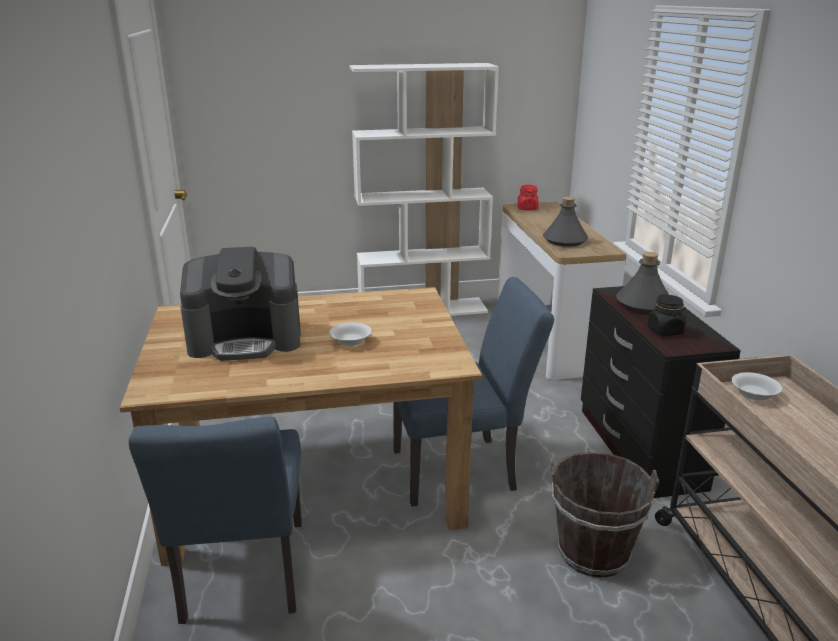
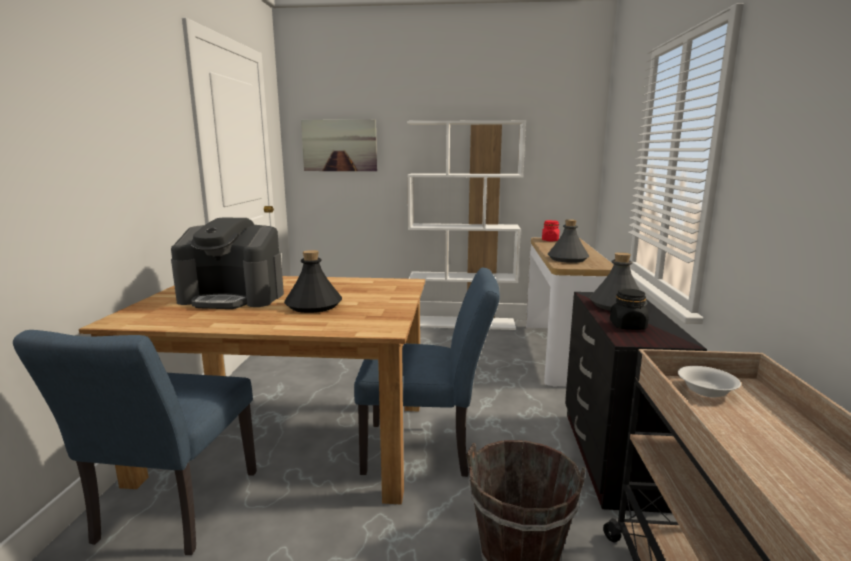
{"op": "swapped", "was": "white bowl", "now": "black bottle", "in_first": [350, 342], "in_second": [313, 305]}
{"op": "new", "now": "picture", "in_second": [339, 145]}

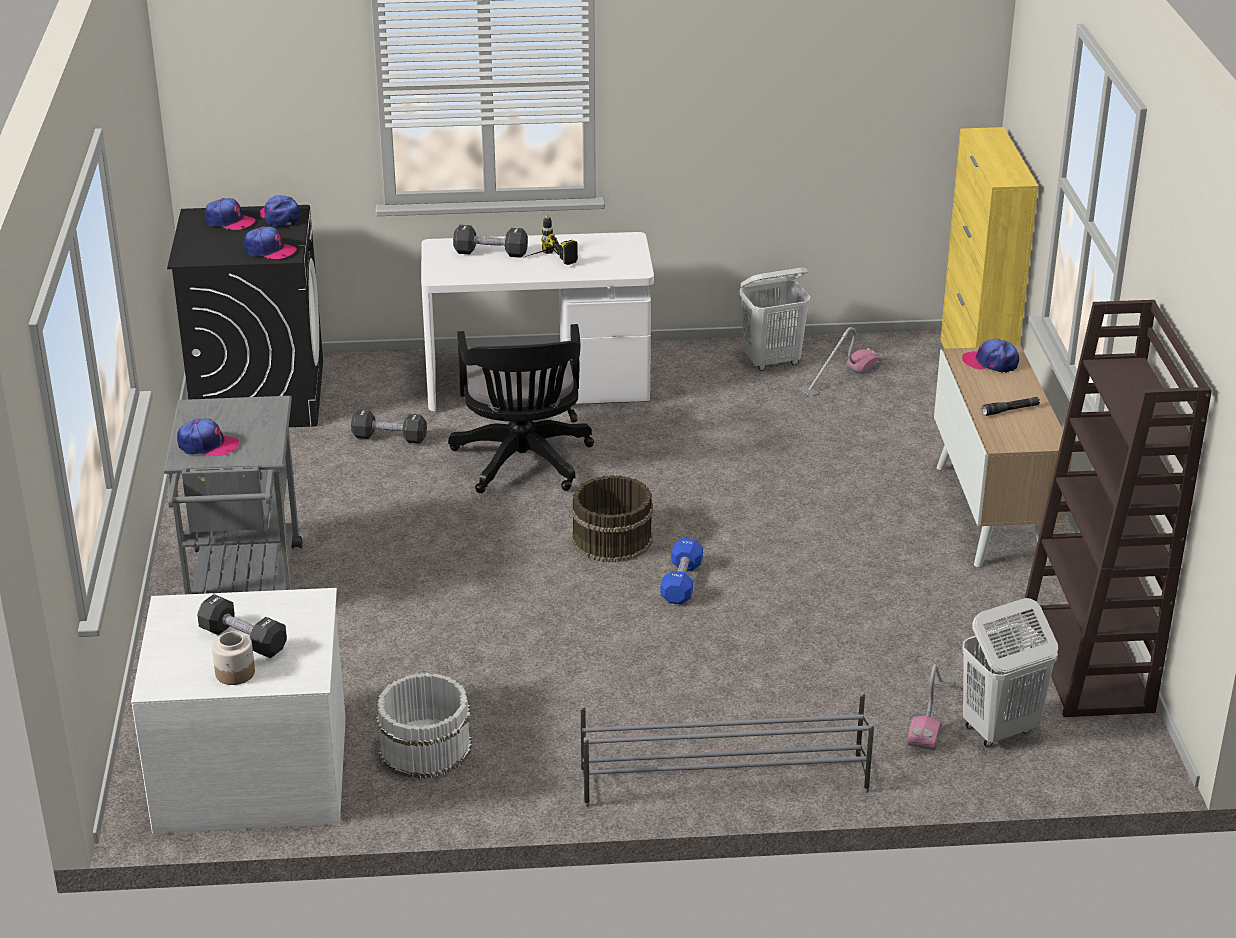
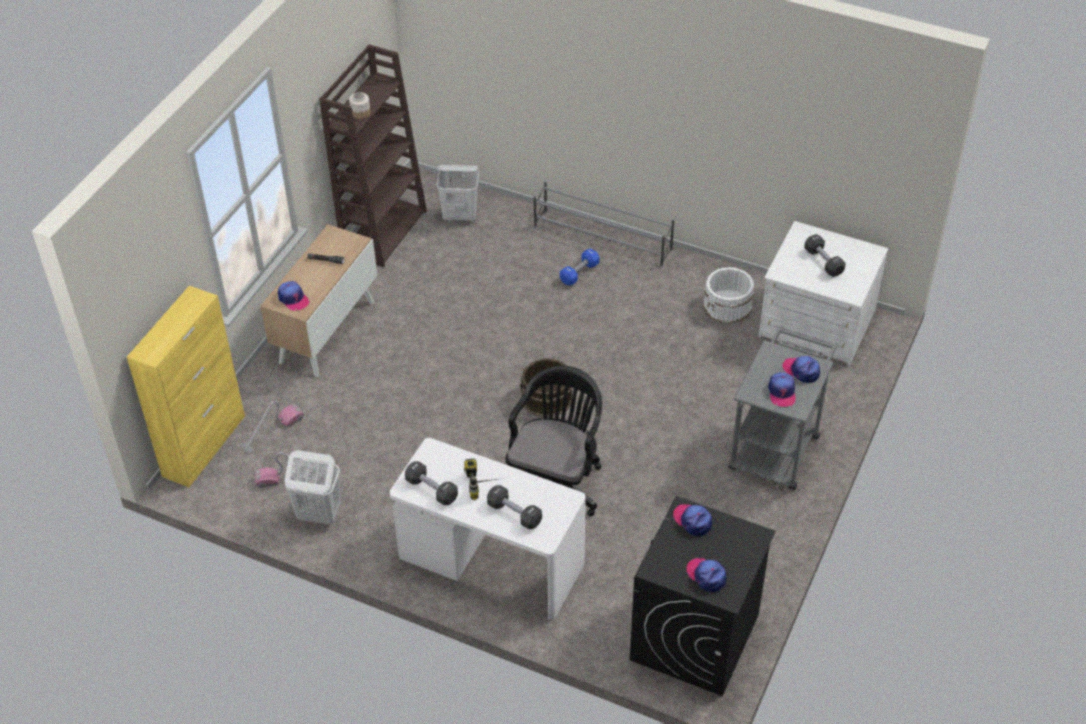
{"op": "shifted", "was": "vacuum cleaner", "in_first": [931, 715], "in_second": [272, 431]}
{"op": "shifted", "was": "jar", "in_first": [235, 673], "in_second": [360, 113]}
{"op": "shifted", "was": "black dumbbell", "in_first": [389, 438], "in_second": [431, 489]}
{"op": "shifted", "was": "blue dumbbell", "in_first": [681, 583], "in_second": [579, 273]}
{"op": "shifted", "was": "cap", "in_first": [280, 217], "in_second": [781, 392]}

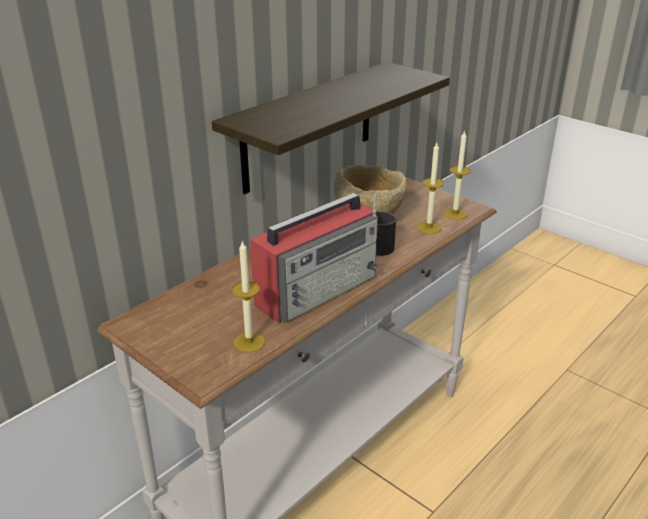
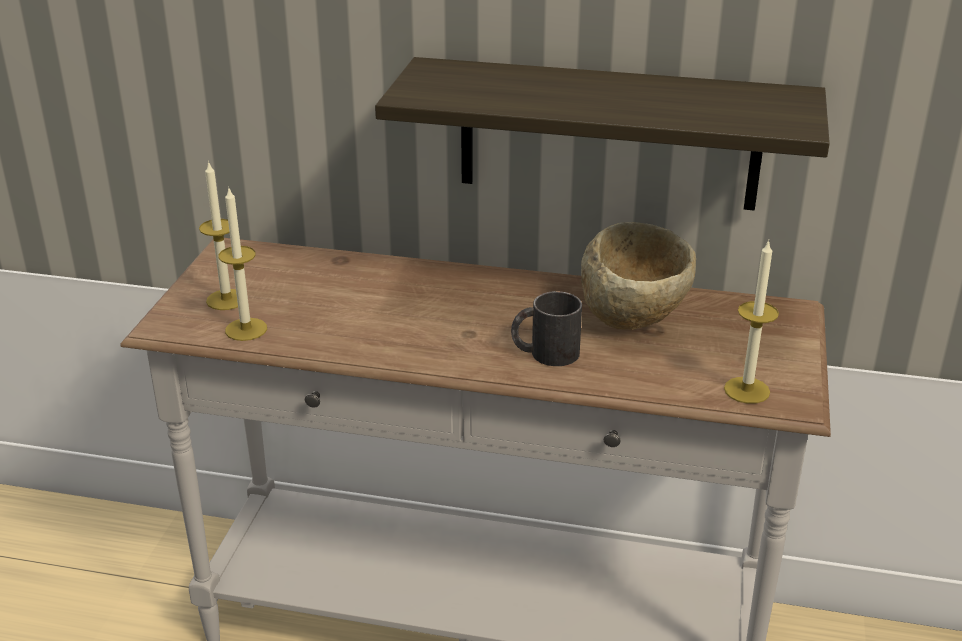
{"op": "shifted", "was": "candle", "in_first": [429, 227], "in_second": [226, 299]}
{"op": "gone", "was": "radio", "in_first": [318, 289]}

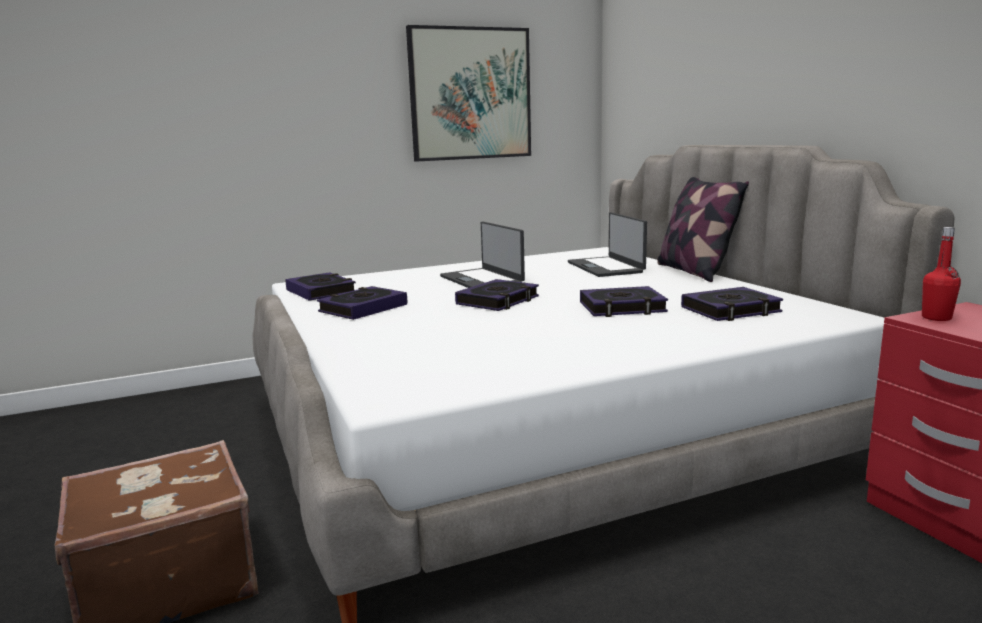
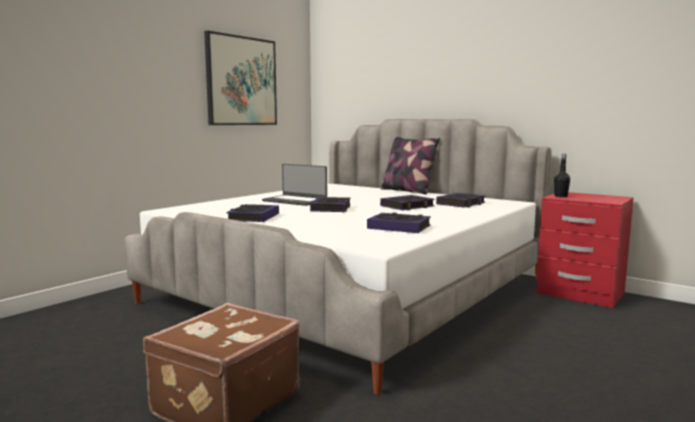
{"op": "shifted", "was": "book", "in_first": [321, 292], "in_second": [399, 227]}
{"op": "repainted", "was": "red bottle", "now": "black bottle", "in_first": [936, 318], "in_second": [561, 196]}
{"op": "gone", "was": "laptop", "in_first": [606, 267]}

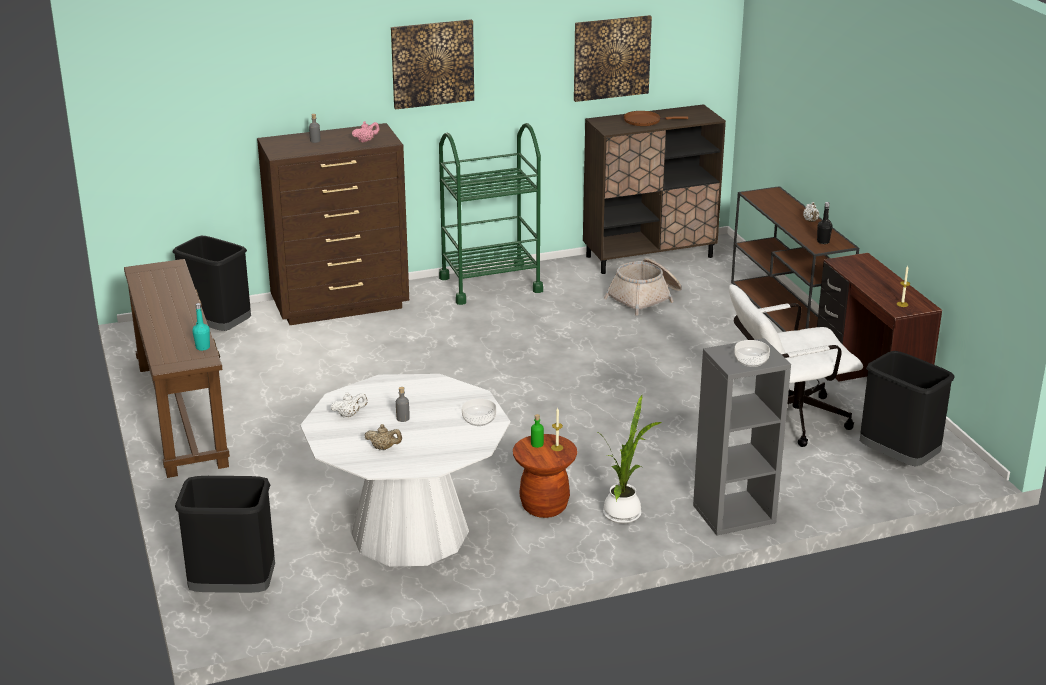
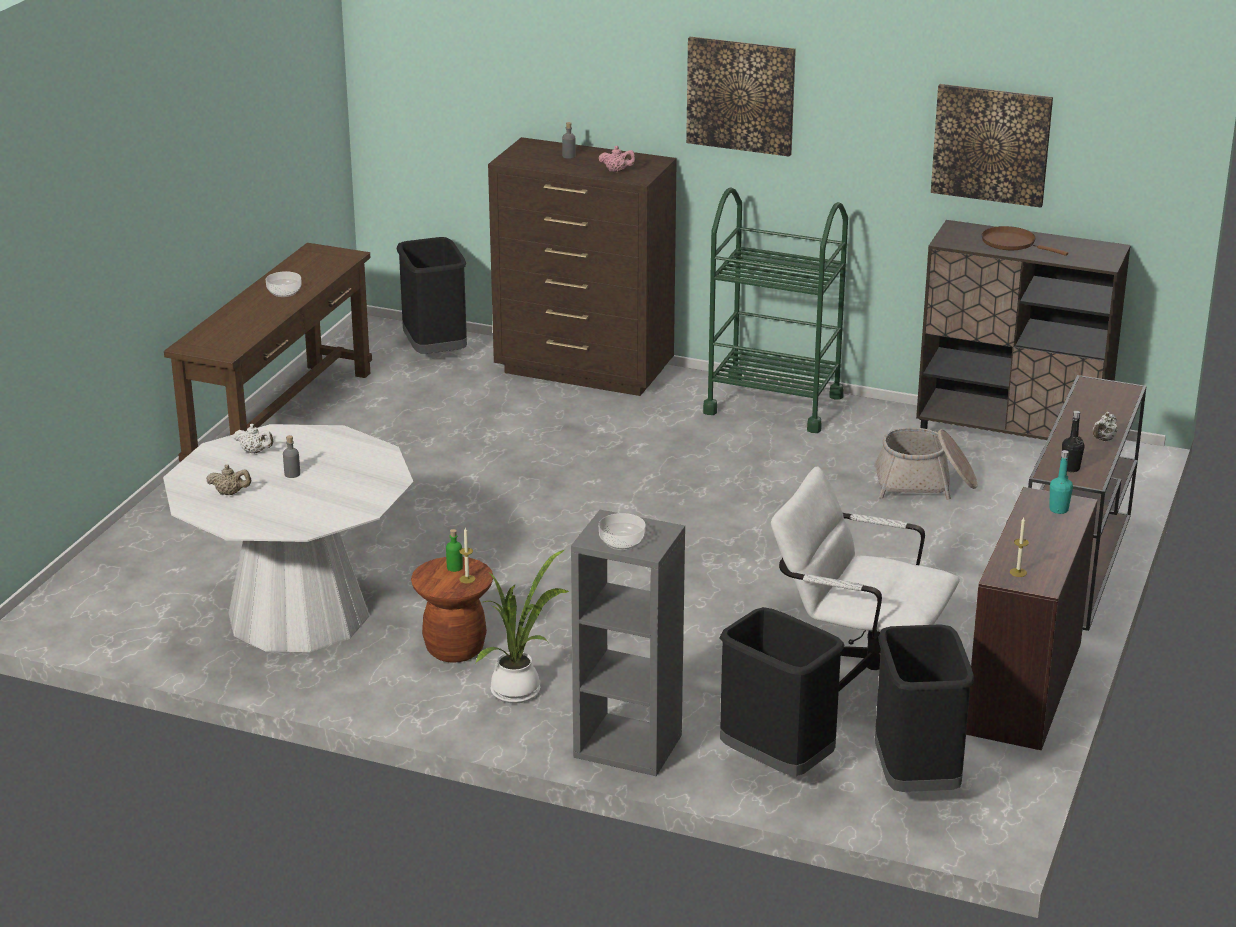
{"op": "rotated", "was": "beige teapot", "in_first": [384, 448], "in_second": [230, 493], "clockwise": -45}
{"op": "shifted", "was": "bowl", "in_first": [478, 420], "in_second": [284, 292]}
{"op": "shifted", "was": "black trash can", "in_first": [233, 590], "in_second": [775, 762]}
{"op": "shifted", "was": "turquoise bottle", "in_first": [203, 347], "in_second": [1058, 509]}

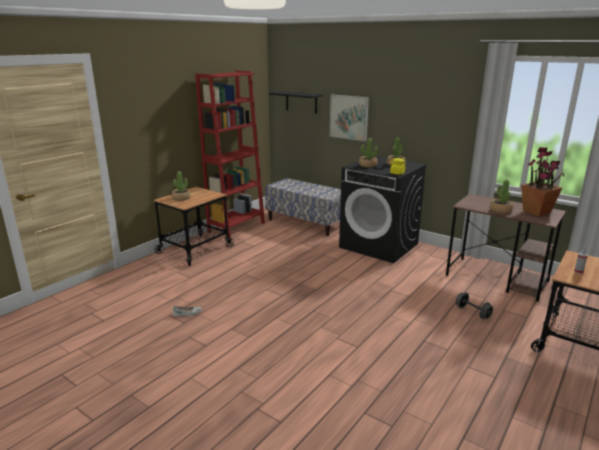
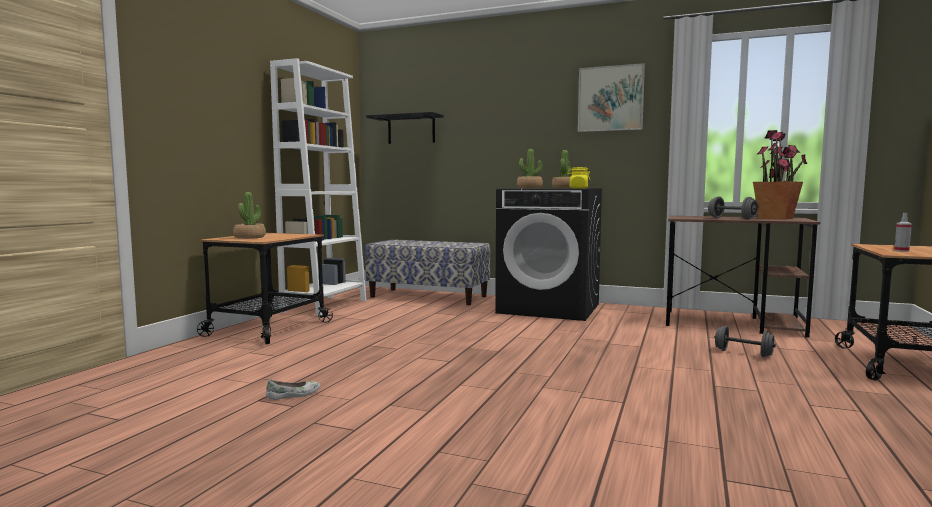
{"op": "repainted", "was": "red bookcase", "now": "white bookcase", "in_first": [236, 227], "in_second": [325, 306]}
{"op": "shifted", "was": "picture", "in_first": [349, 117], "in_second": [610, 98]}
{"op": "swapped", "was": "potted plant", "now": "grey dumbbell", "in_first": [500, 210], "in_second": [732, 218]}

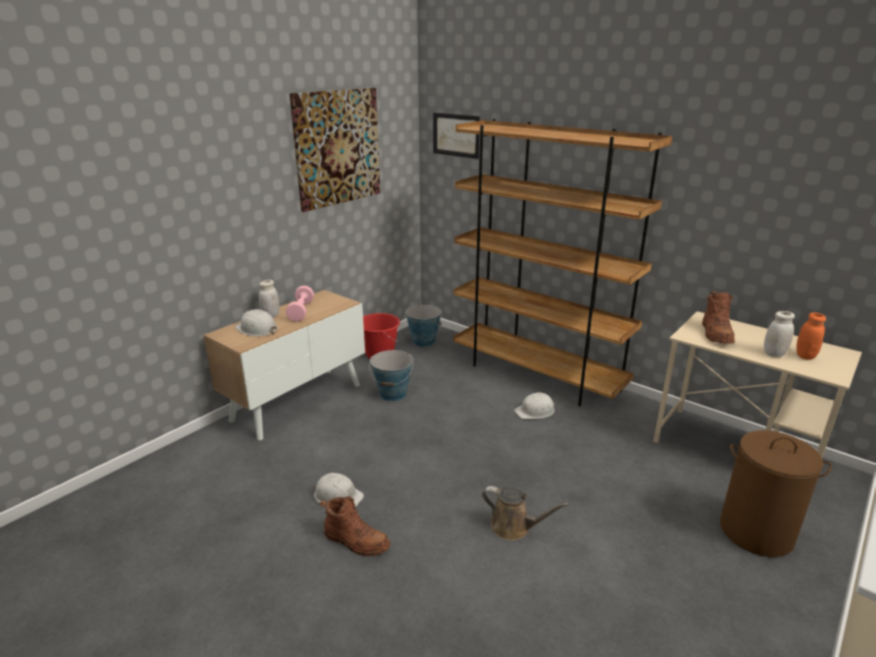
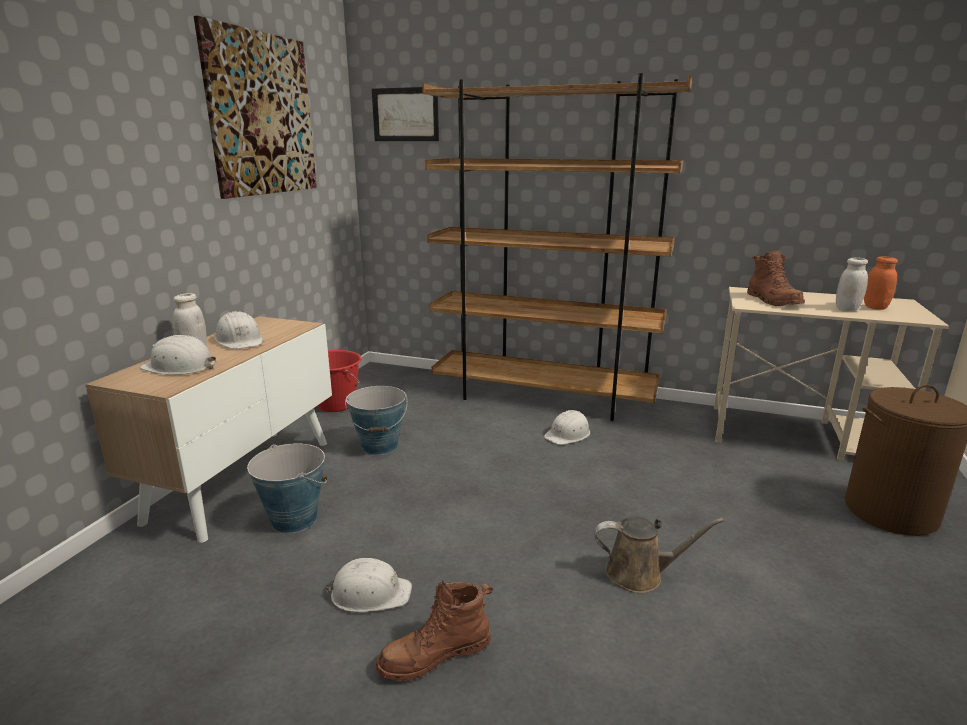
{"op": "swapped", "was": "pink dumbbell", "now": "white hard hat", "in_first": [301, 311], "in_second": [240, 340]}
{"op": "shifted", "was": "bucket", "in_first": [423, 342], "in_second": [294, 519]}
{"op": "rotated", "was": "brown boot", "in_first": [356, 541], "in_second": [435, 655], "clockwise": 150}

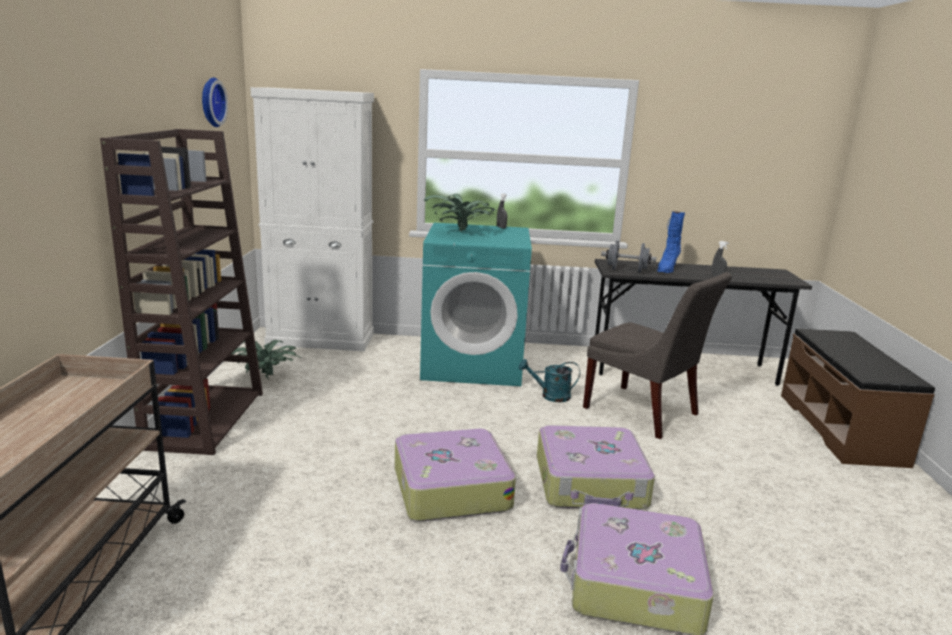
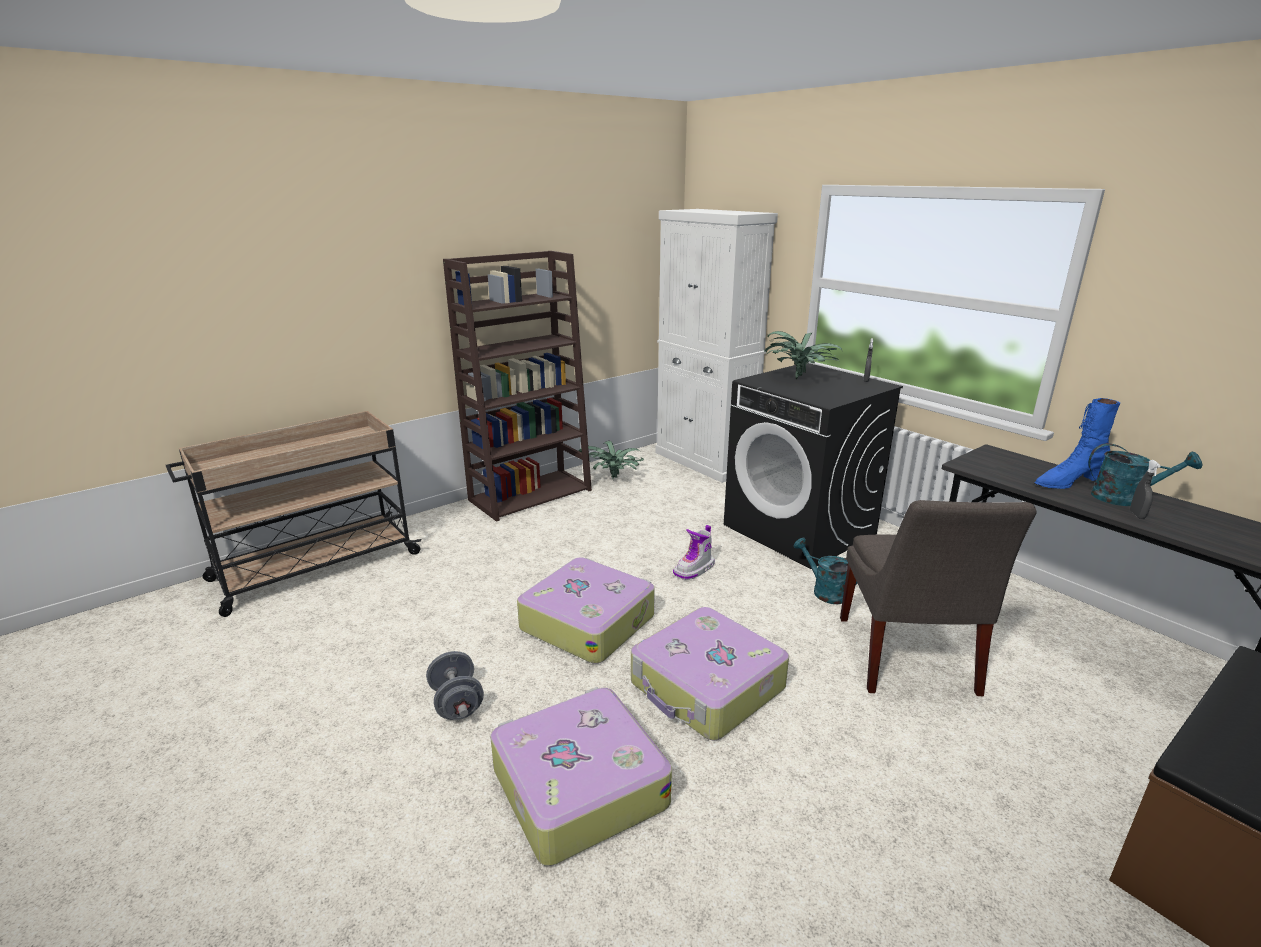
{"op": "shifted", "was": "grey dumbbell", "in_first": [626, 270], "in_second": [457, 703]}
{"op": "new", "now": "boot", "in_second": [694, 569]}
{"op": "repainted", "was": "turquoise washing machine", "now": "black washing machine", "in_first": [473, 365], "in_second": [800, 530]}
{"op": "new", "now": "turquoise watering can", "in_second": [1125, 498]}
{"op": "gone", "was": "wall clock", "in_first": [210, 102]}

